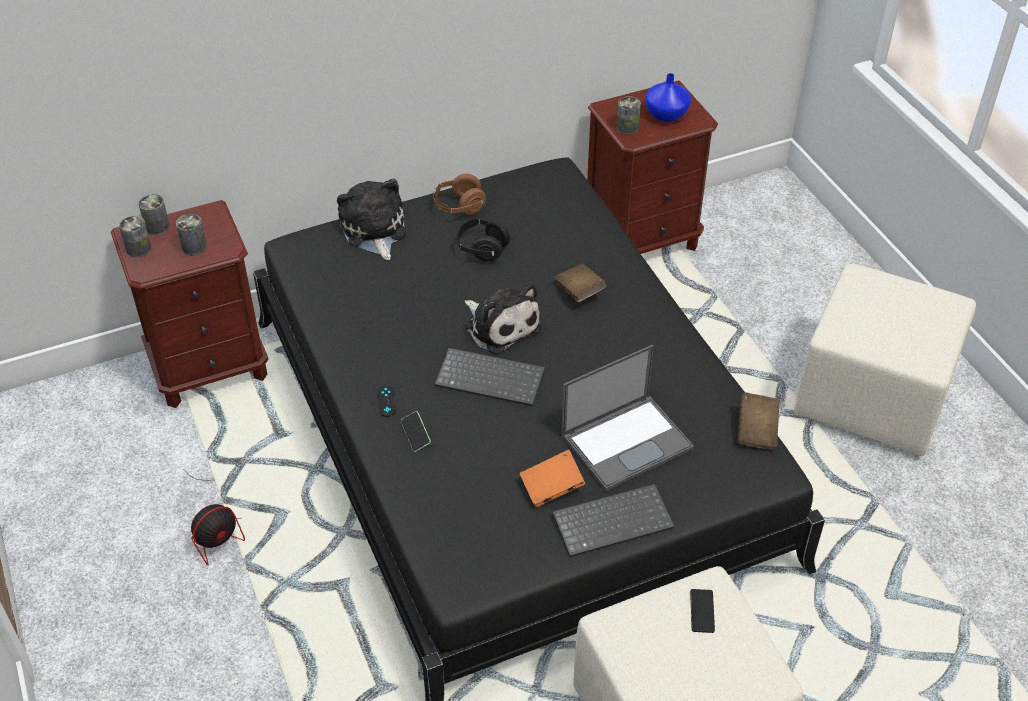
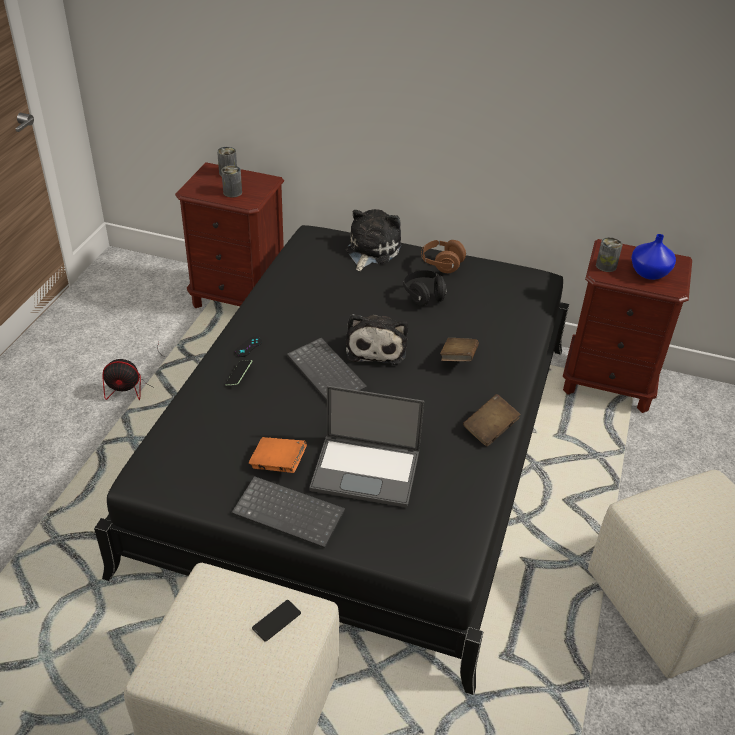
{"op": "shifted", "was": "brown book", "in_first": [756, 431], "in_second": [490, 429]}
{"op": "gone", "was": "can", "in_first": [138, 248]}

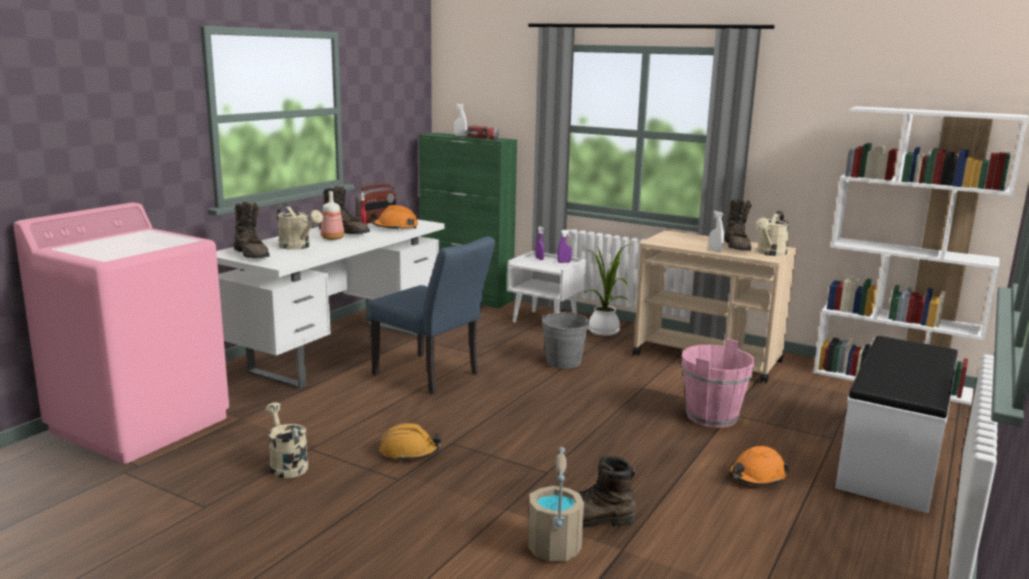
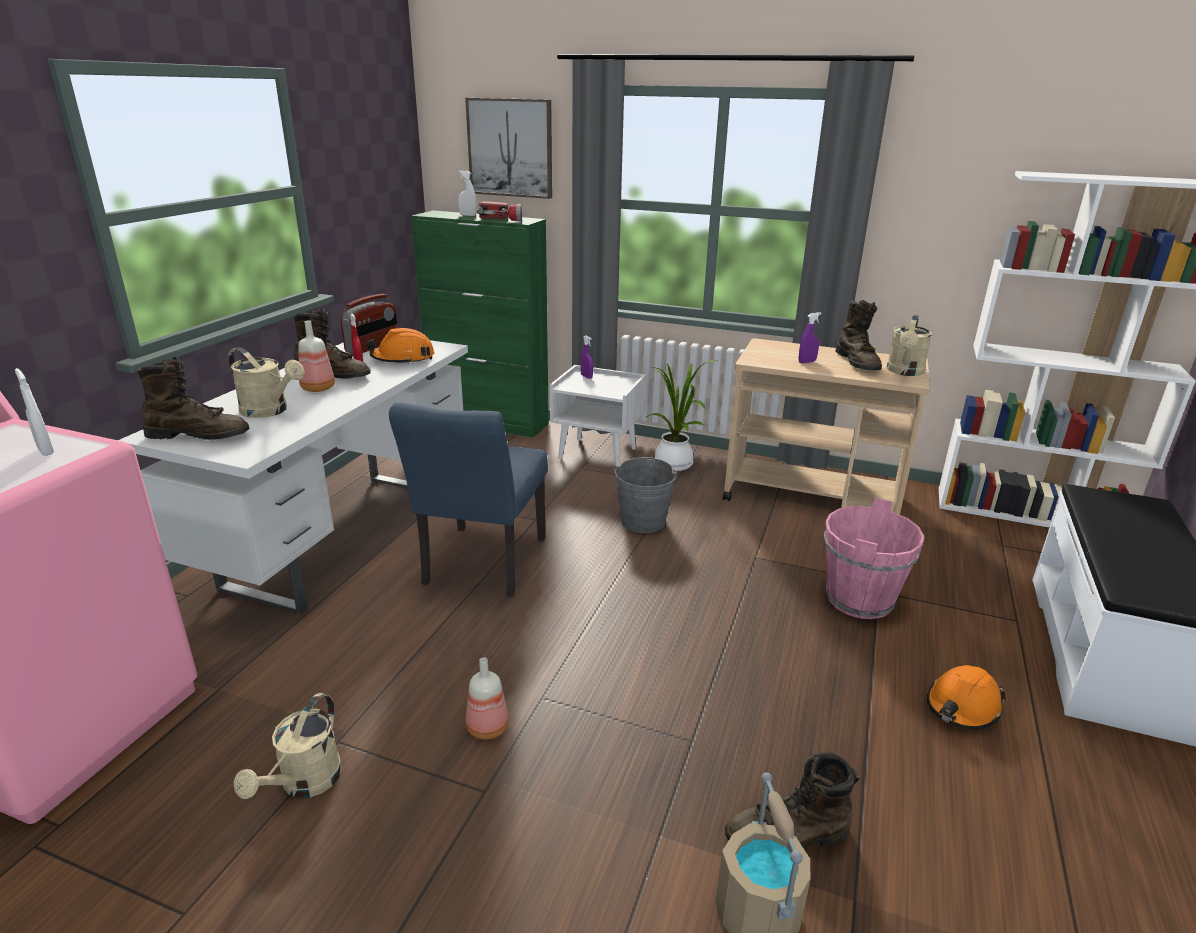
{"op": "shifted", "was": "white spray bottle", "in_first": [715, 250], "in_second": [45, 451]}
{"op": "rotated", "was": "brown boot", "in_first": [252, 255], "in_second": [199, 435], "clockwise": -45}
{"op": "rotated", "was": "beige watering can", "in_first": [286, 464], "in_second": [304, 784], "clockwise": -120}
{"op": "rotated", "was": "blue chair", "in_first": [432, 376], "in_second": [481, 566], "clockwise": 75}
{"op": "new", "now": "picture", "in_second": [510, 148]}
{"op": "swapped", "was": "orange hard hat", "now": "bottle", "in_first": [409, 452], "in_second": [486, 727]}
{"op": "shifted", "was": "purple spray bottle", "in_first": [564, 262], "in_second": [807, 362]}

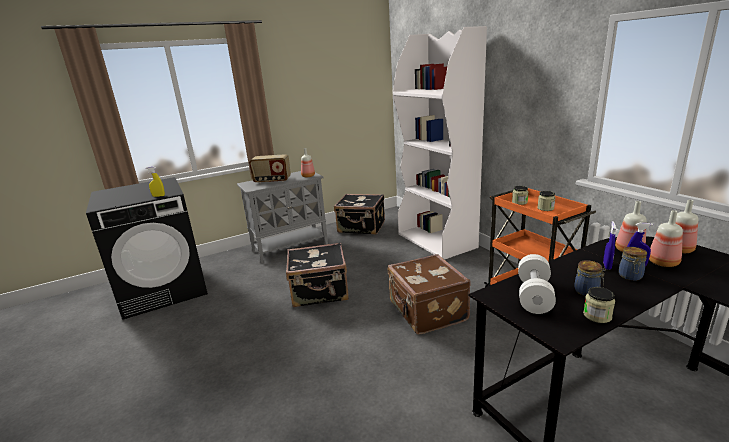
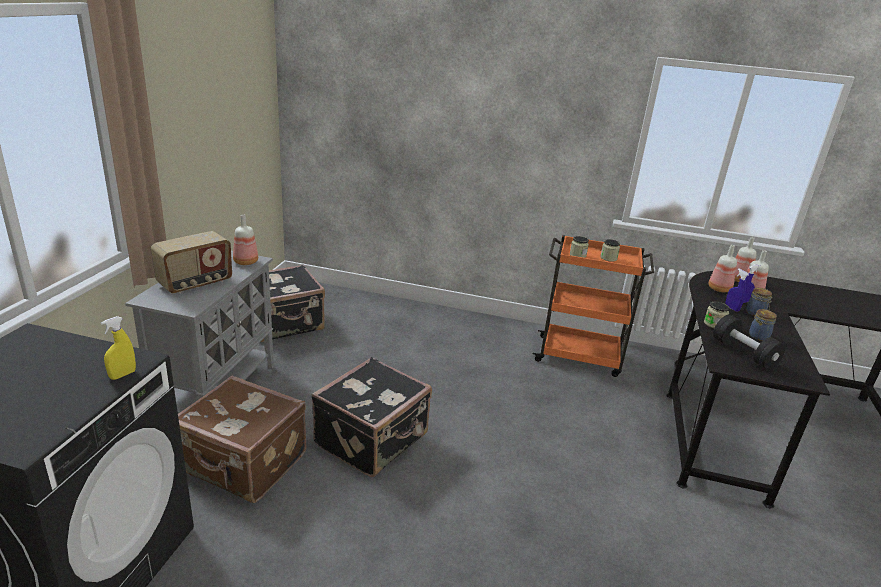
{"op": "shifted", "was": "brown suitcase", "in_first": [426, 312], "in_second": [243, 464]}
{"op": "shifted", "was": "jar", "in_first": [597, 316], "in_second": [714, 324]}
{"op": "repainted", "was": "white dumbbell", "now": "black dumbbell", "in_first": [534, 295], "in_second": [743, 353]}
{"op": "gone", "was": "white bookcase", "in_first": [437, 241]}

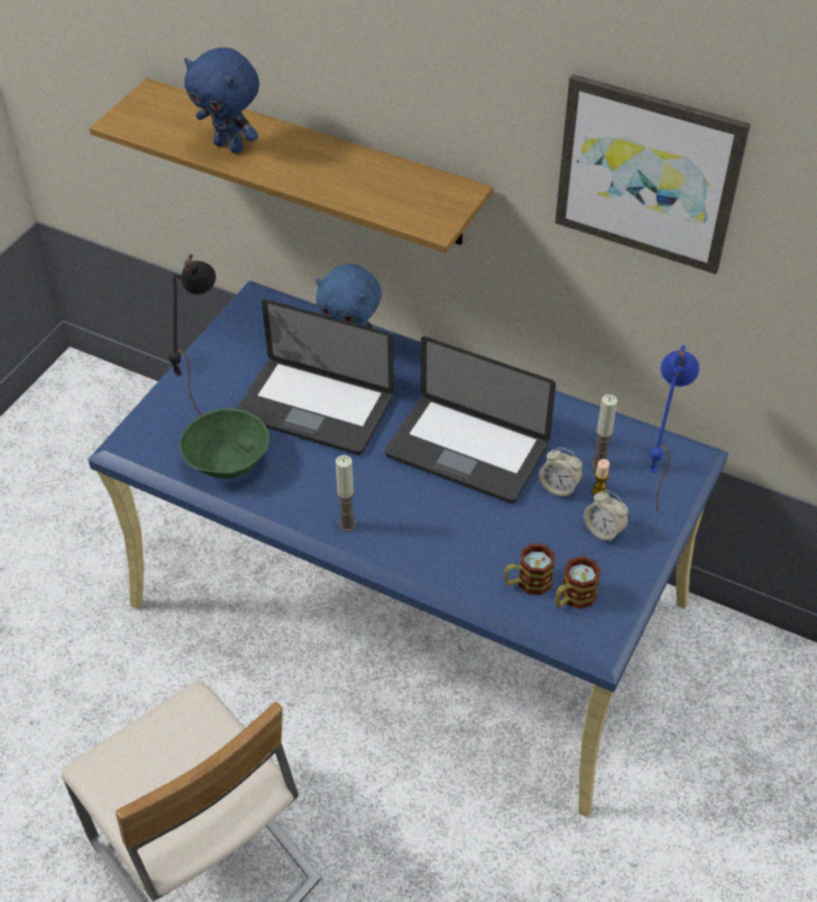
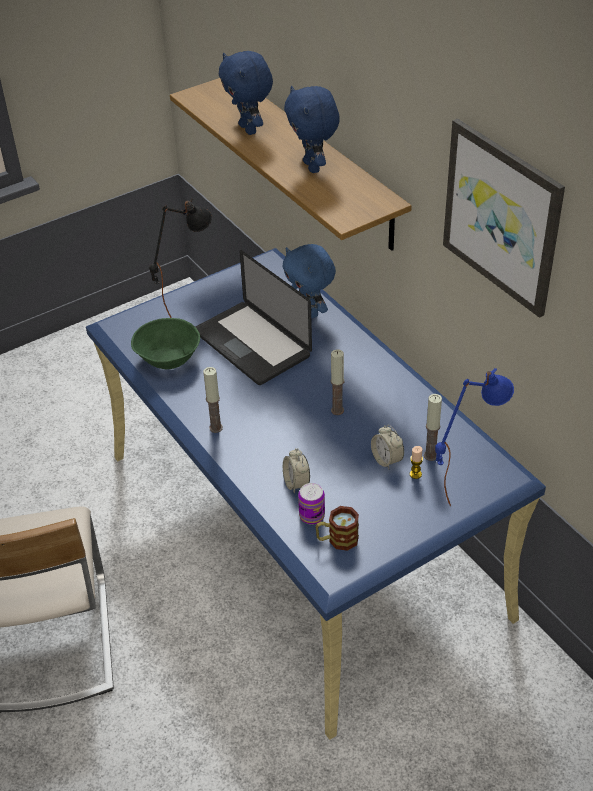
{"op": "shifted", "was": "alarm clock", "in_first": [604, 531], "in_second": [296, 483]}
{"op": "new", "now": "blue plush toy", "in_second": [313, 167]}
{"op": "swapped", "was": "mug", "now": "can", "in_first": [527, 583], "in_second": [312, 516]}
{"op": "swapped", "was": "laptop", "now": "candle", "in_first": [466, 451], "in_second": [337, 410]}

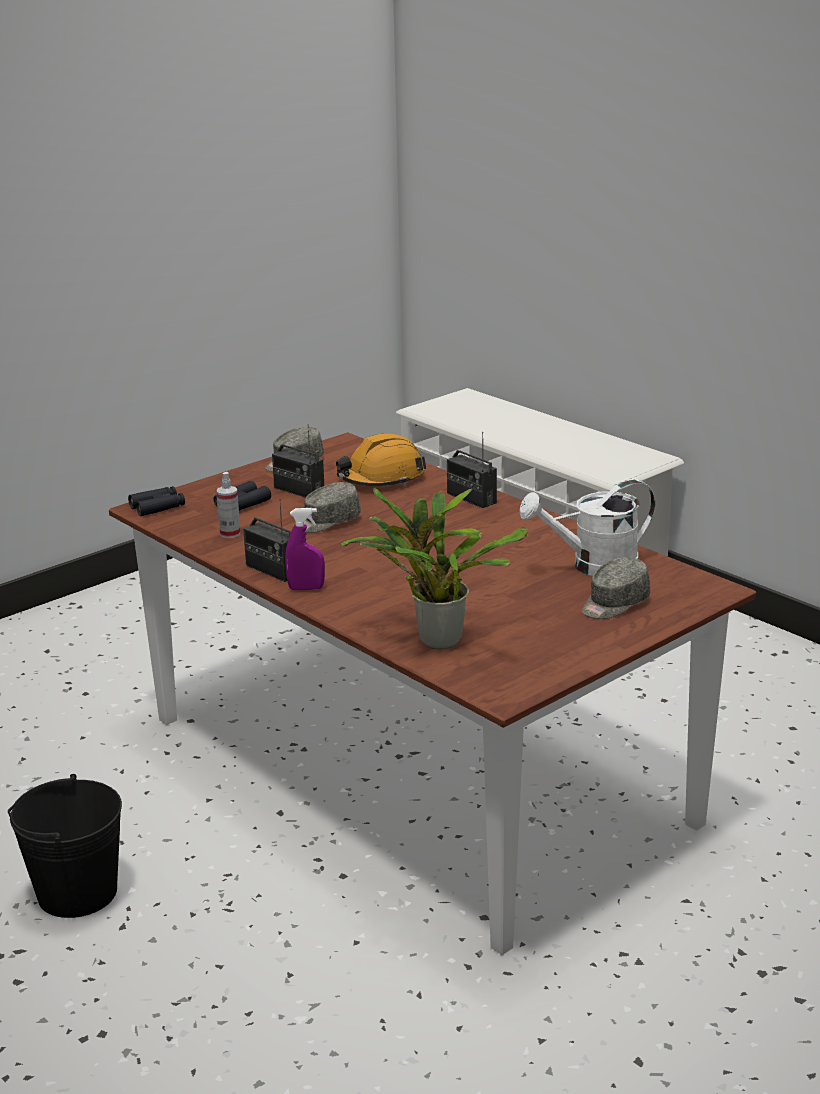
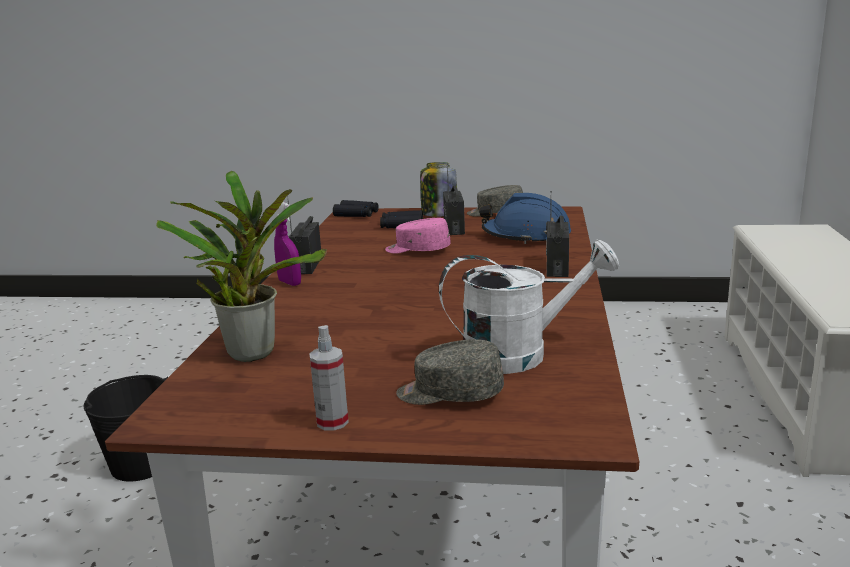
{"op": "shifted", "was": "spray bottle", "in_first": [230, 534], "in_second": [332, 422]}
{"op": "repainted", "was": "grey cap", "now": "pink cap", "in_first": [327, 522], "in_second": [417, 250]}
{"op": "new", "now": "jar", "in_second": [438, 214]}
{"op": "rotated", "was": "white watering can", "in_first": [593, 566], "in_second": [519, 354], "clockwise": 135}
{"op": "repainted", "was": "orange hard hat", "now": "blue hard hat", "in_first": [381, 478], "in_second": [526, 236]}

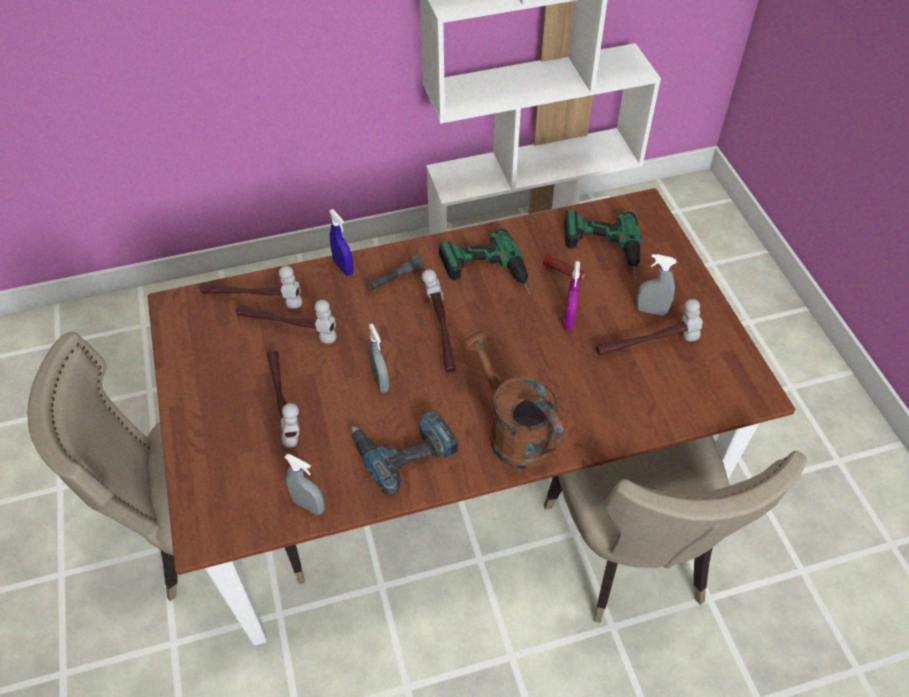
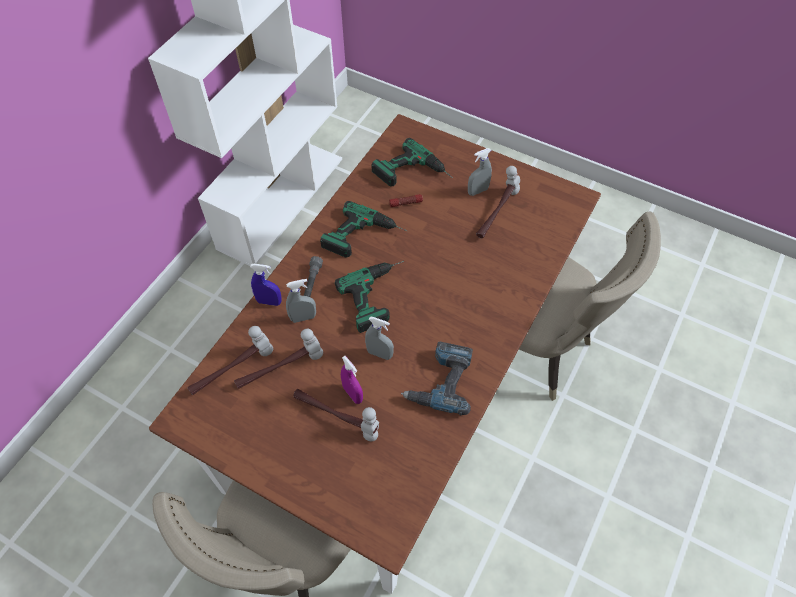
{"op": "shifted", "was": "grey spray bottle", "in_first": [309, 505], "in_second": [303, 318]}
{"op": "swapped", "was": "hammer", "now": "power drill", "in_first": [441, 333], "in_second": [380, 295]}
{"op": "shifted", "was": "purple spray bottle", "in_first": [569, 320], "in_second": [352, 394]}
{"op": "gone", "was": "brown watering can", "in_first": [512, 431]}

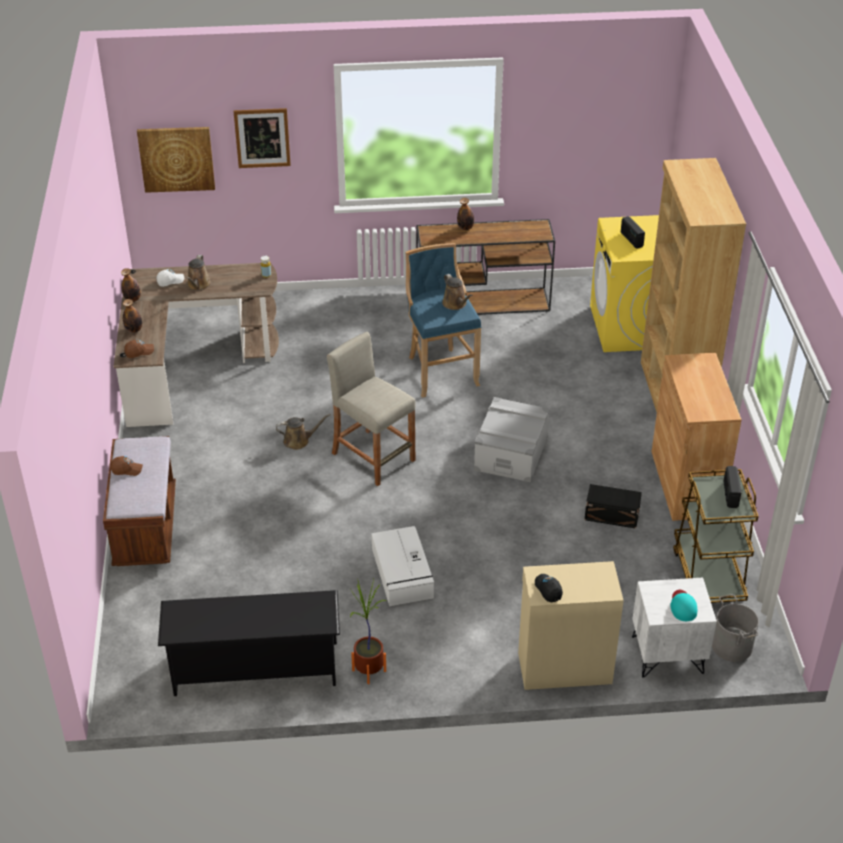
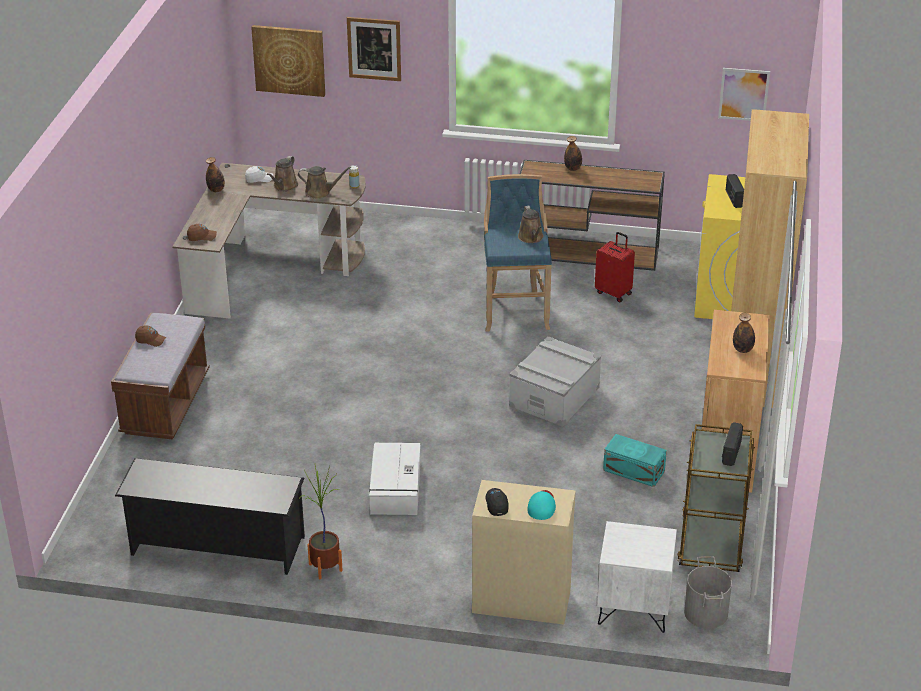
{"op": "shifted", "was": "brown watering can", "in_first": [299, 441], "in_second": [320, 192]}
{"op": "shifted", "was": "turquoise cap", "in_first": [683, 606], "in_second": [542, 506]}
{"op": "new", "now": "red suitcase", "in_second": [614, 293]}
{"op": "repainted", "was": "black storage box", "now": "turquoise storage box", "in_first": [612, 516], "in_second": [634, 471]}
{"op": "new", "now": "picture", "in_second": [743, 94]}
{"op": "shifted", "was": "bottle", "in_first": [134, 330], "in_second": [742, 349]}
{"op": "gone", "was": "beige stool", "in_first": [373, 457]}

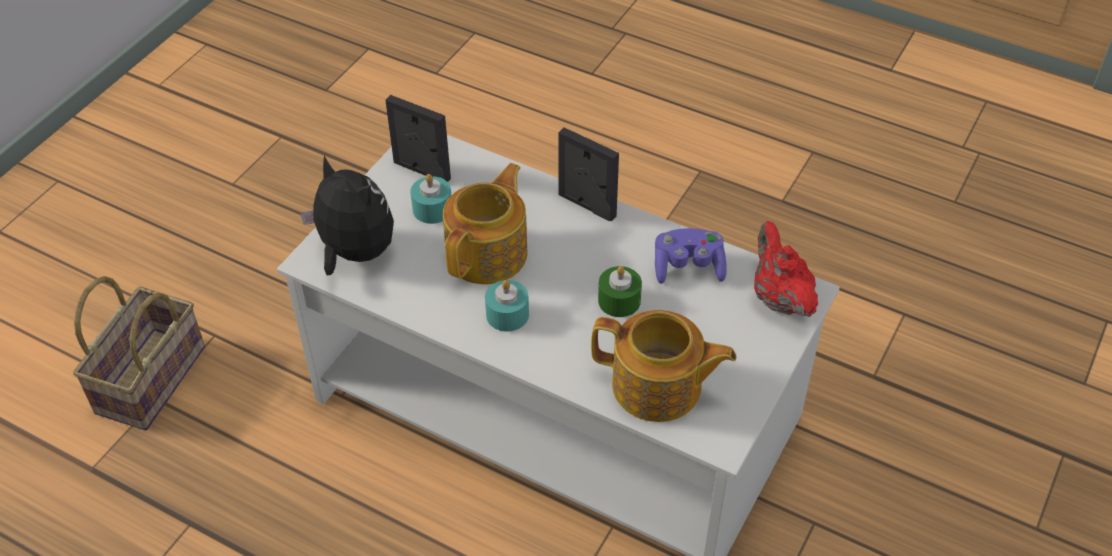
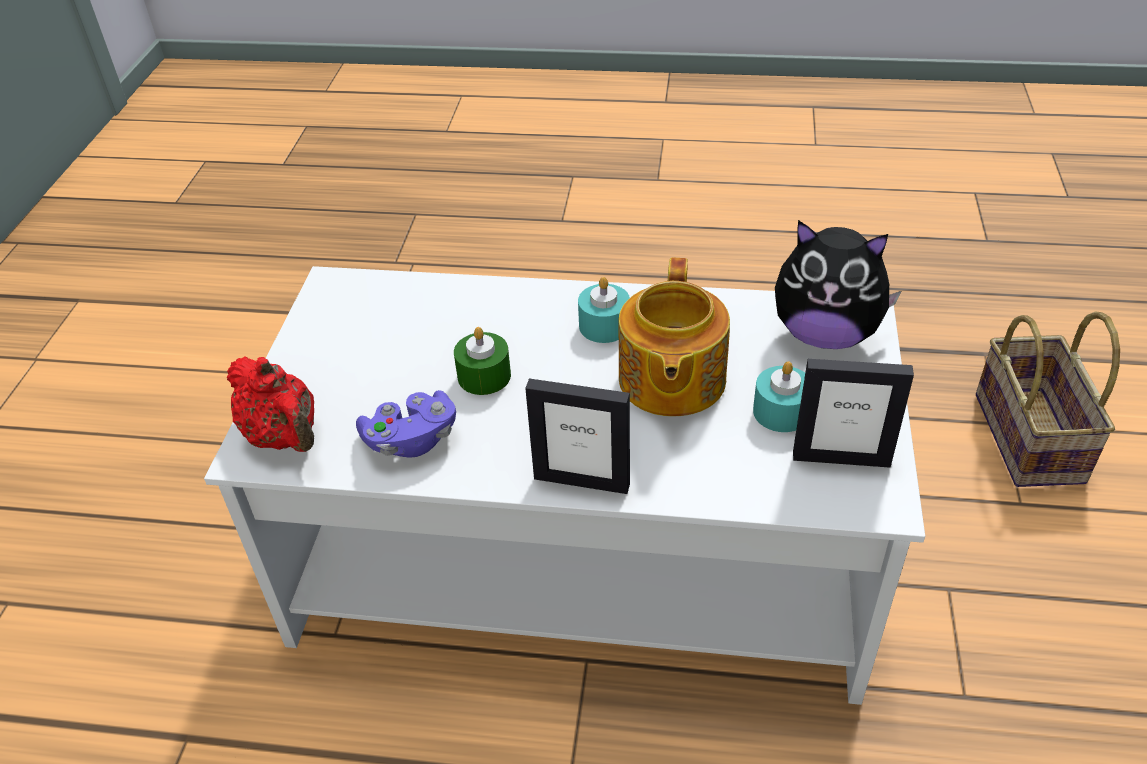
{"op": "gone", "was": "teapot", "in_first": [658, 387]}

